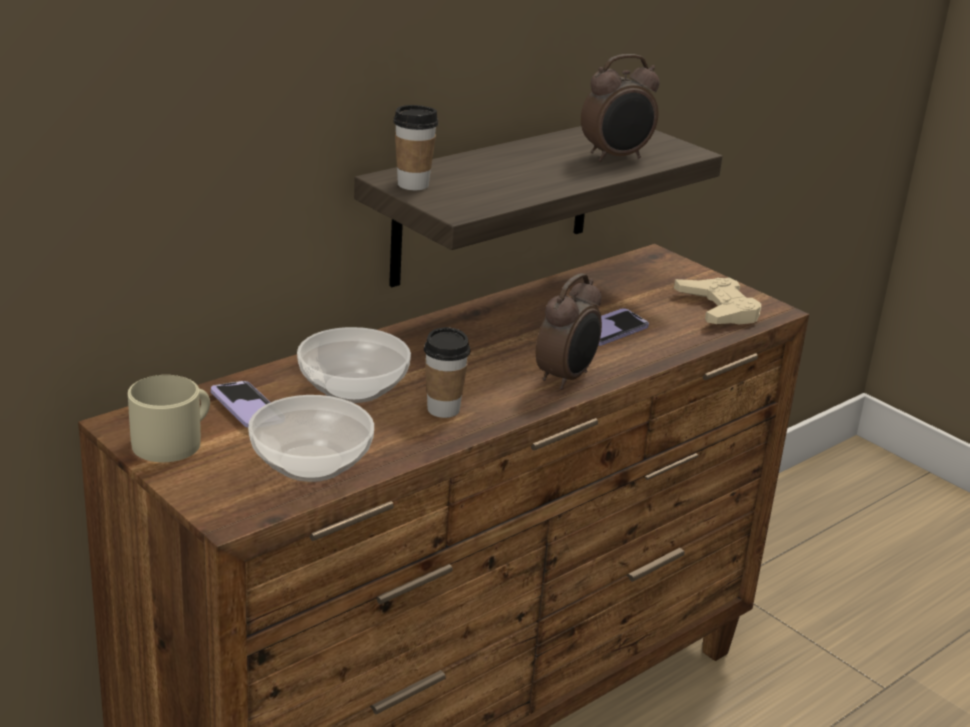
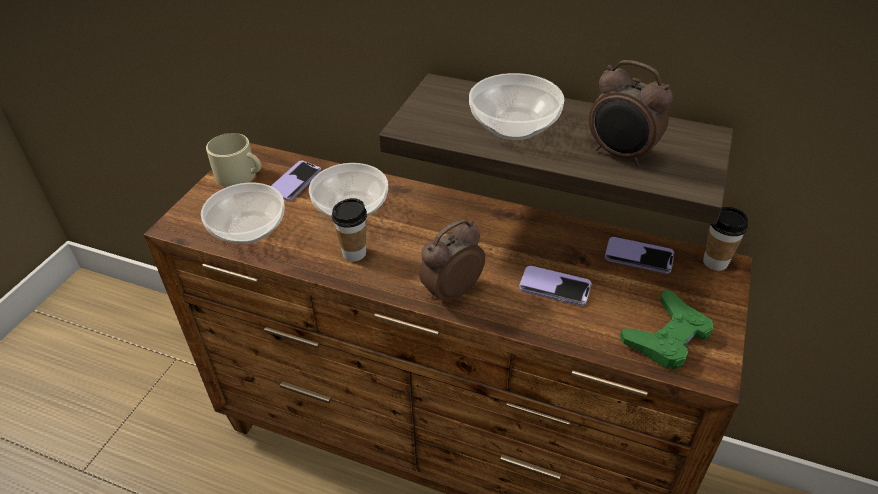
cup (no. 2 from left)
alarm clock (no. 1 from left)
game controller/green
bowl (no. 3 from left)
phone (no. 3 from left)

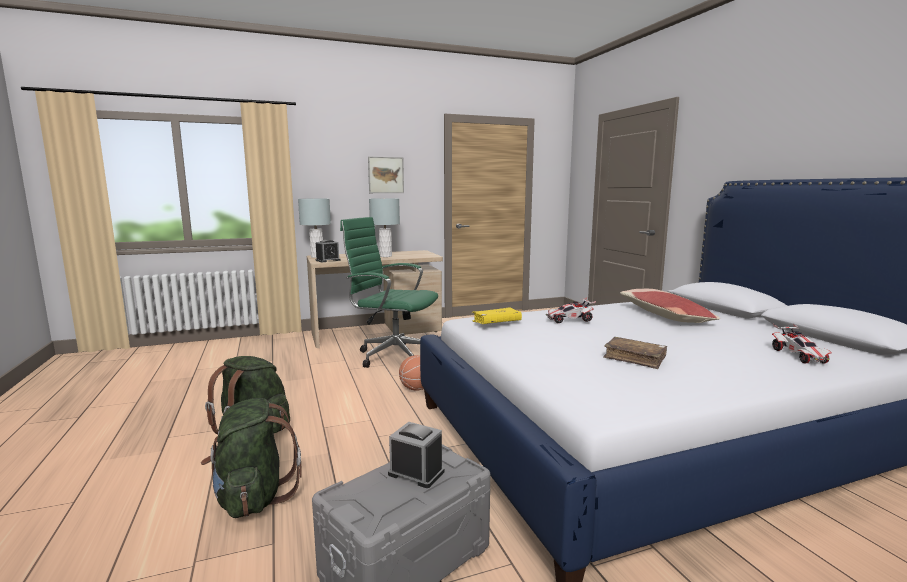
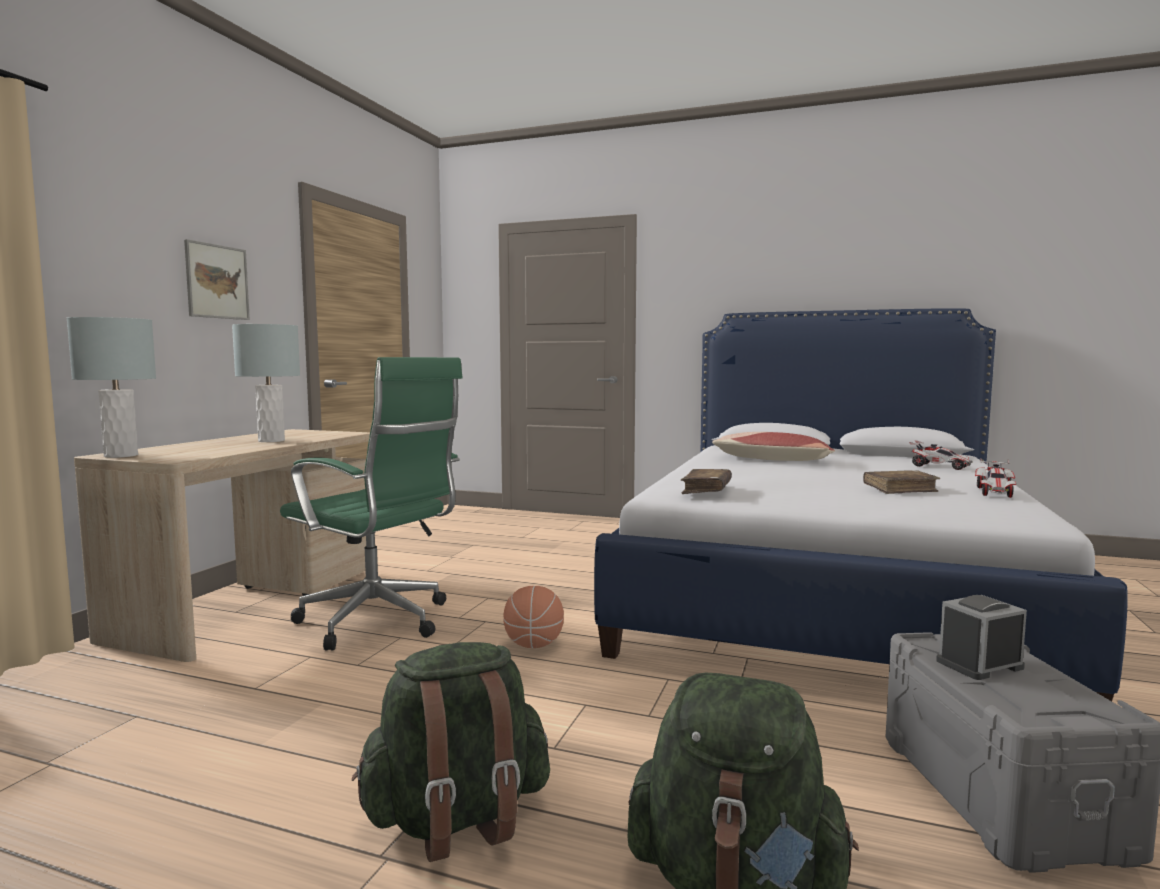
office chair/green
alarm clock (no. 1 from left in the first image)
toy car (no. 2 from left)
book/brown (no. 1 from left)

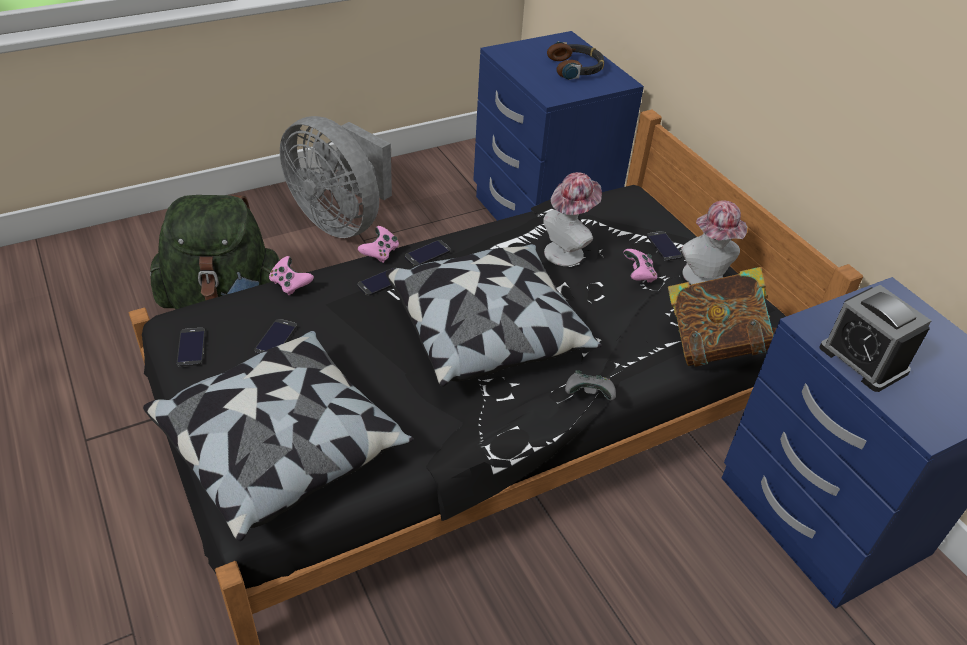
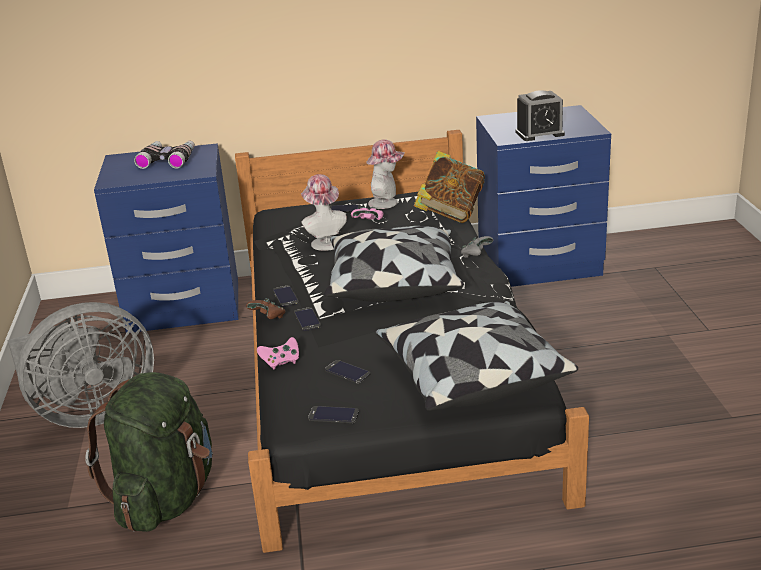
binoculars
game controller/brown

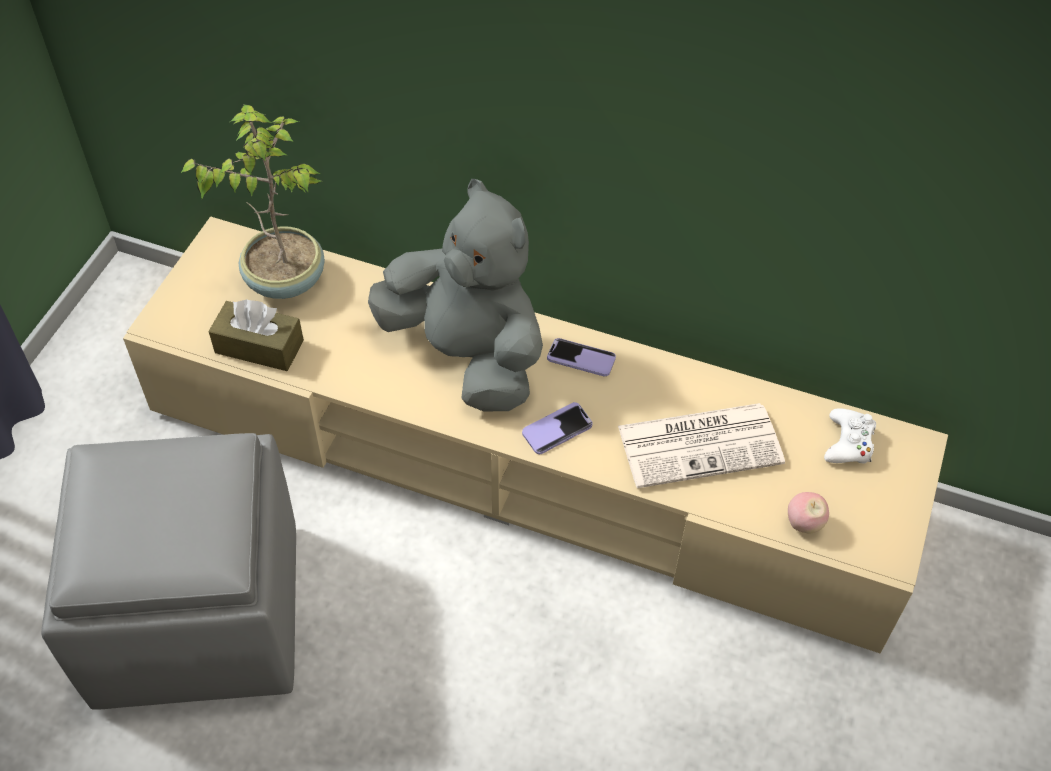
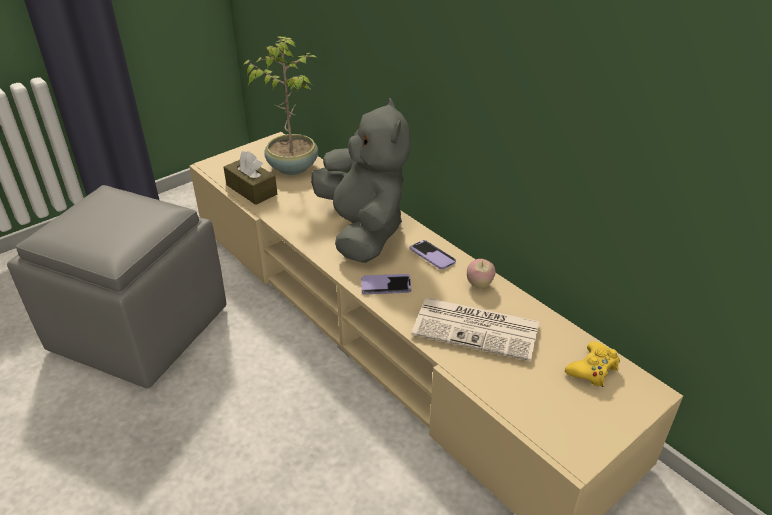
game controller/yellow
apple

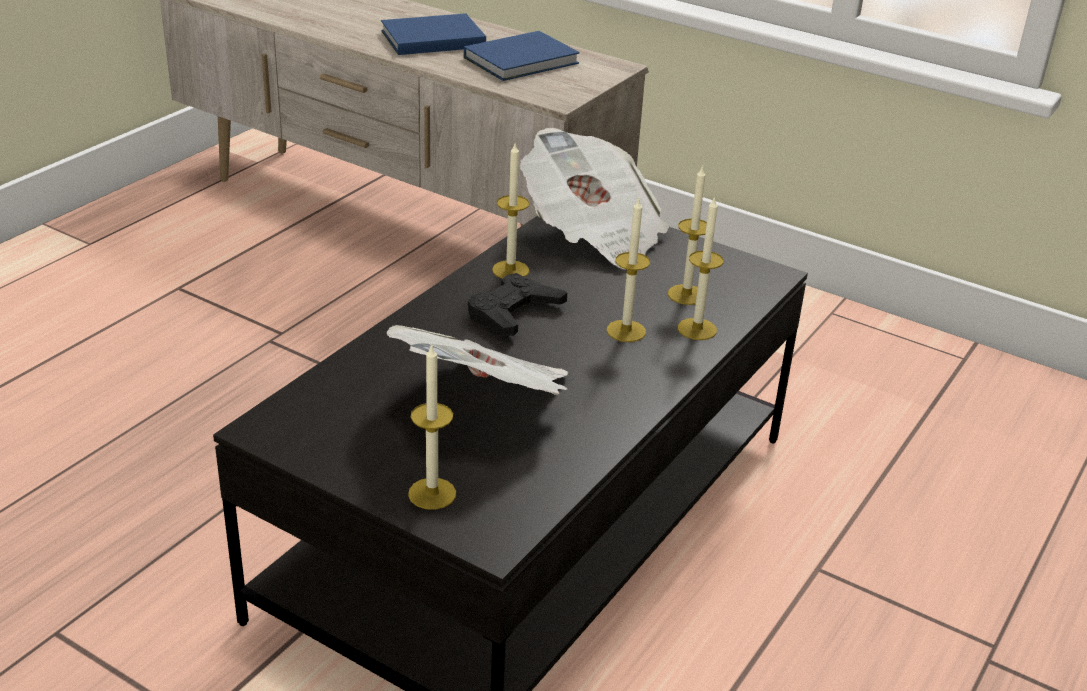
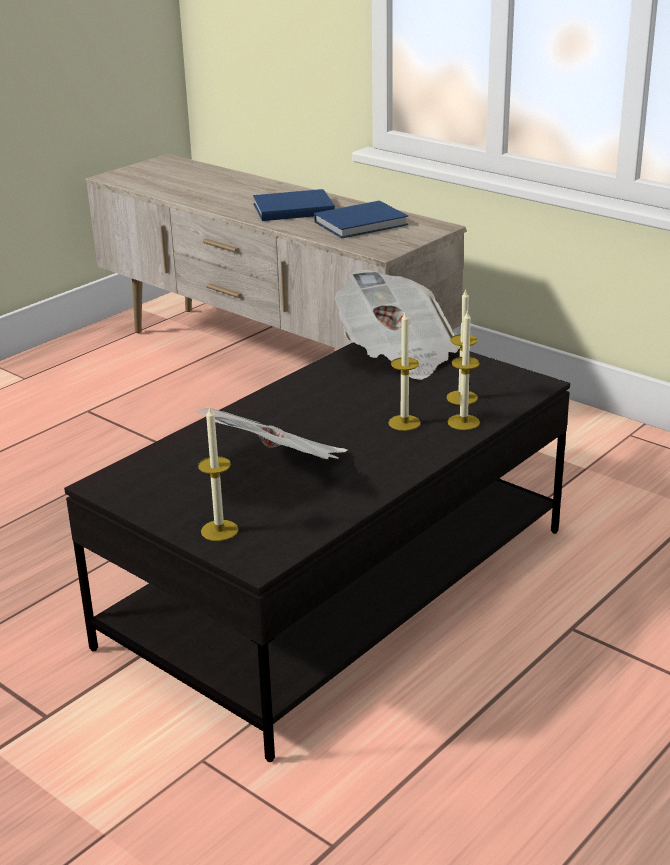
candle (no. 2 from left in the first image)
game controller/black

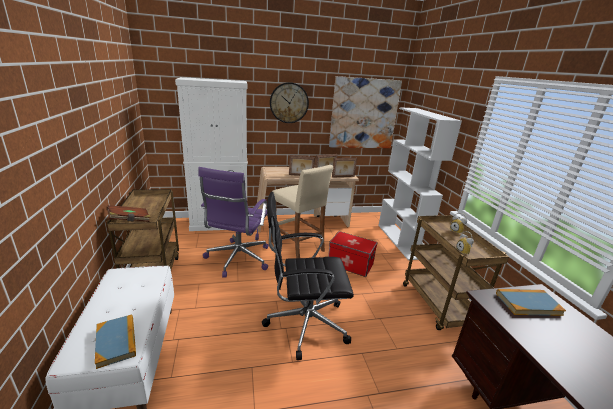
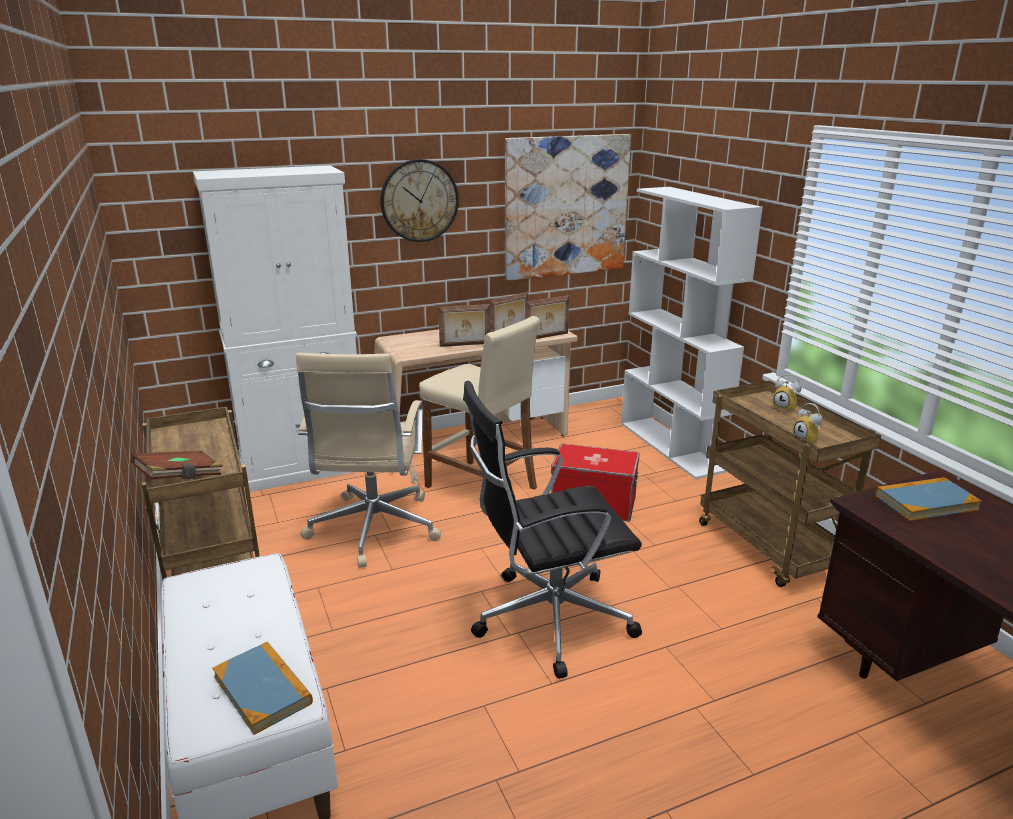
office chair/beige

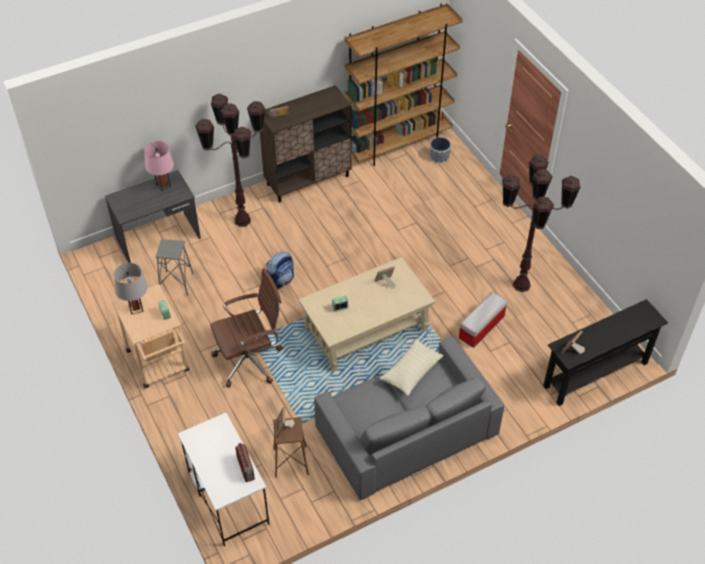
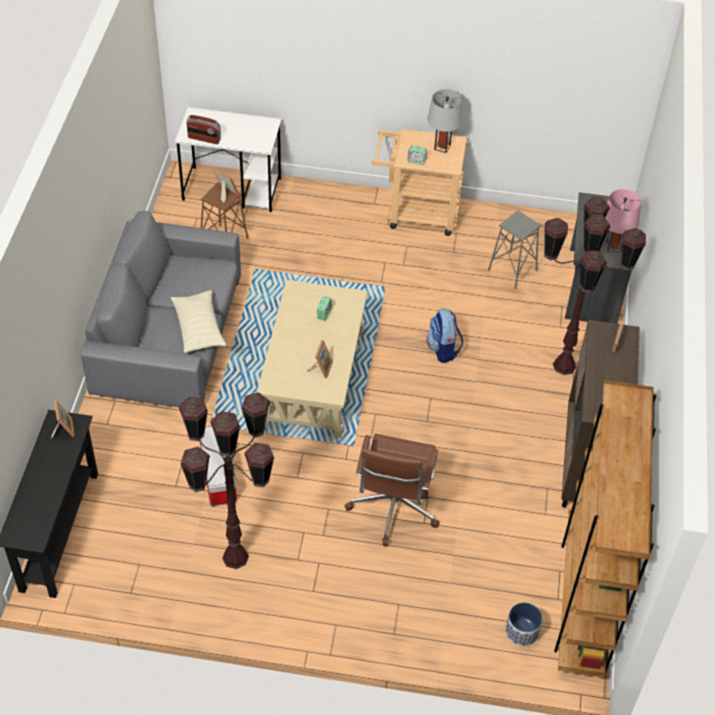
office chair/brown

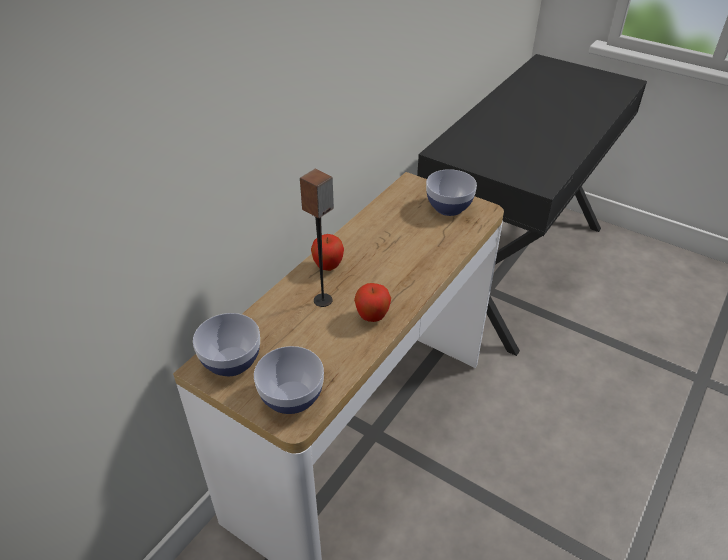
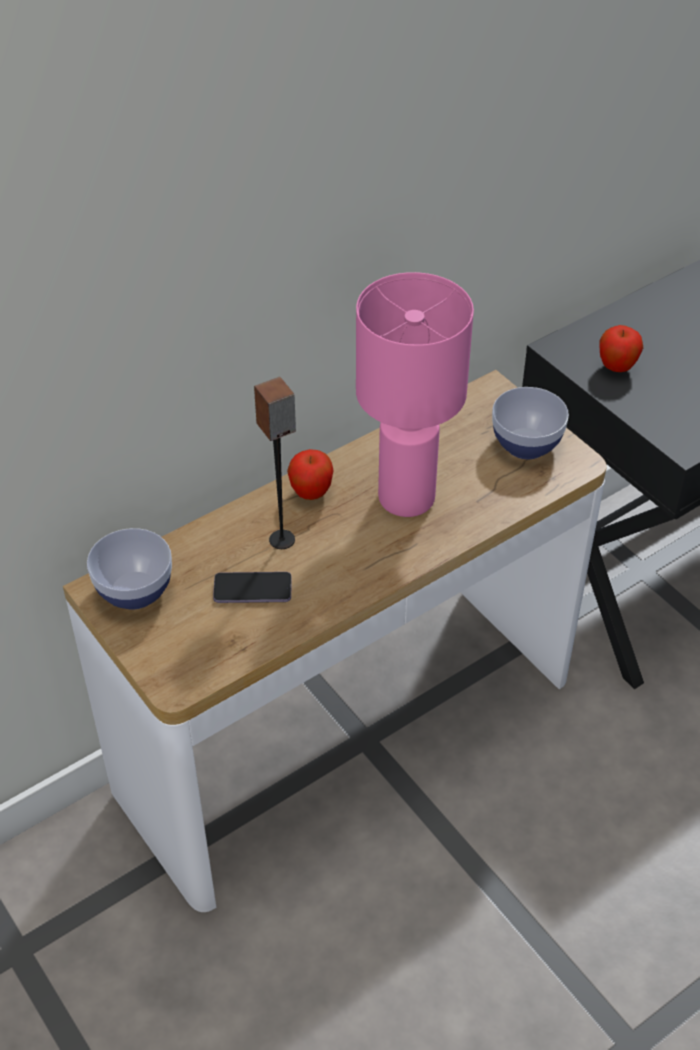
apple (no. 2 from left)
bowl (no. 2 from left in the first image)
table lamp/pink
phone

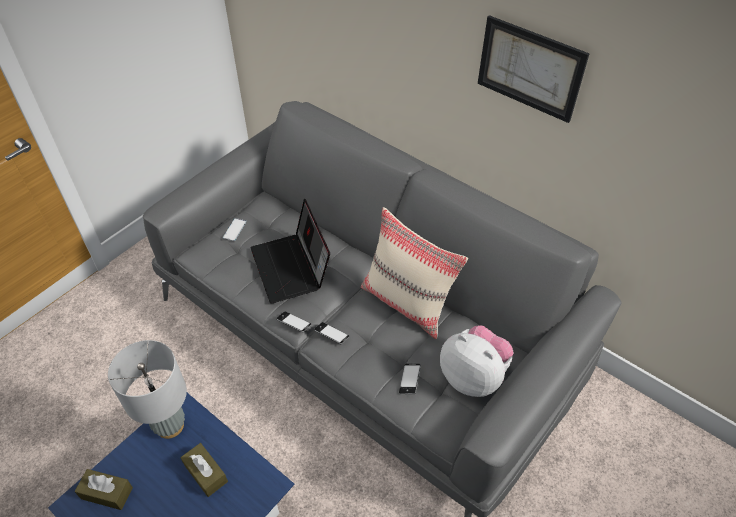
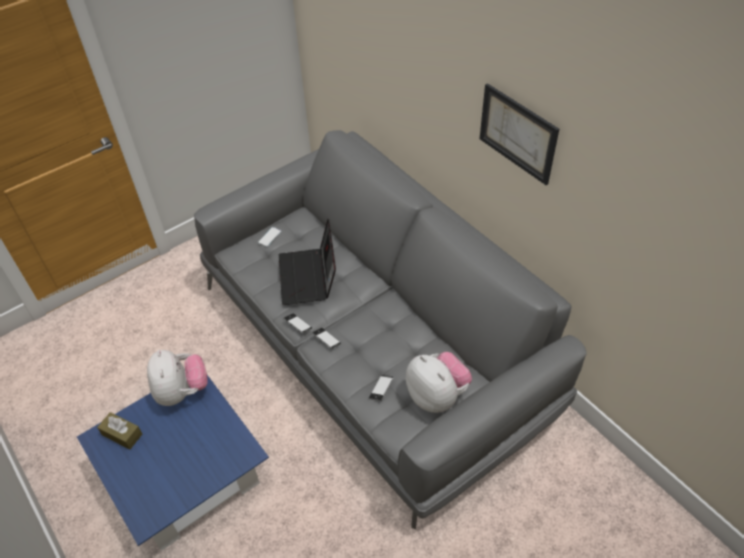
pillow/beige
plush toy (no. 1 from left)
tissue box/brown (no. 2 from left in the first image)

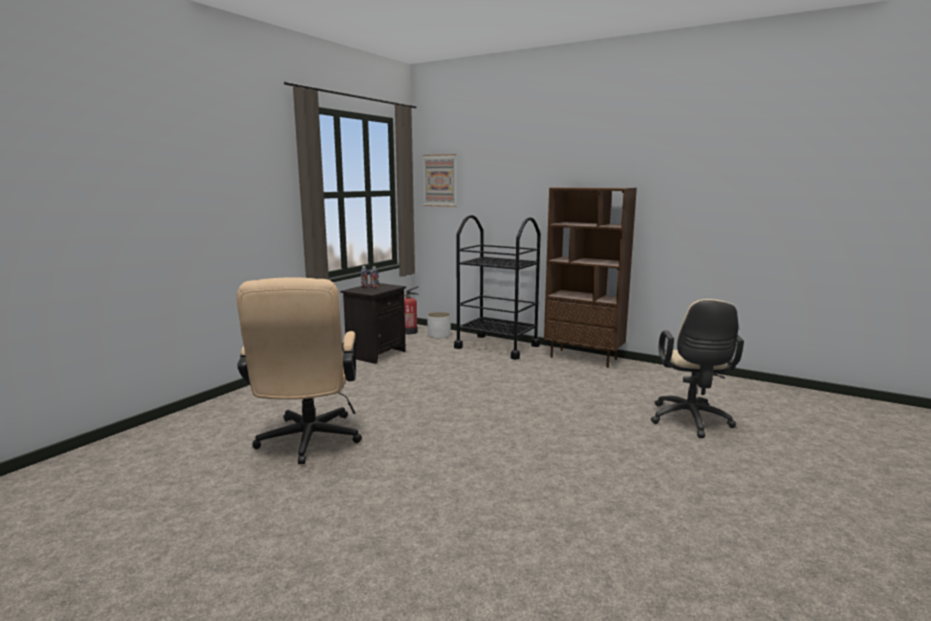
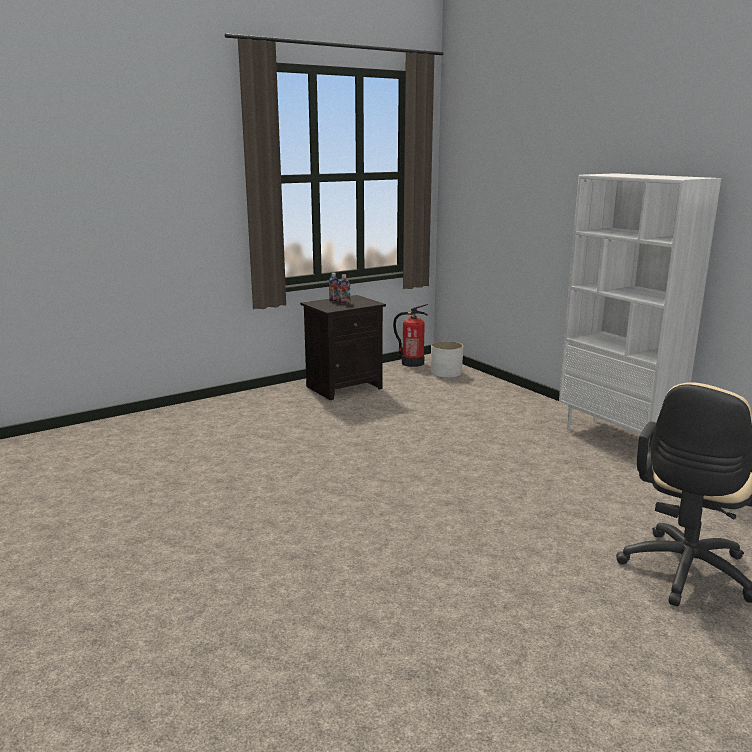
picture
bookcase/white
cart/black
office chair/beige (no. 1 from left in the first image)

